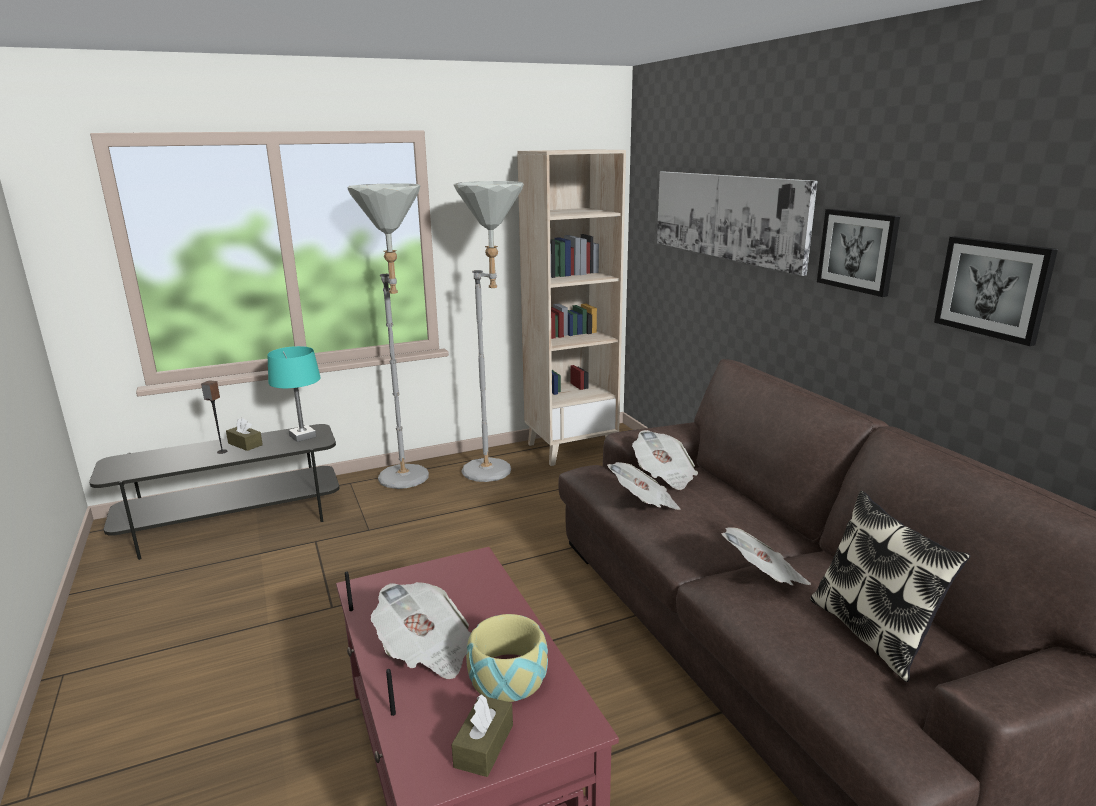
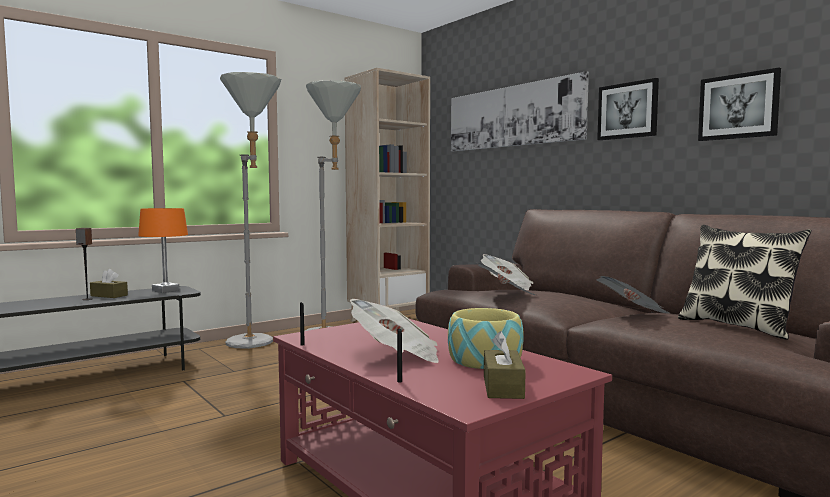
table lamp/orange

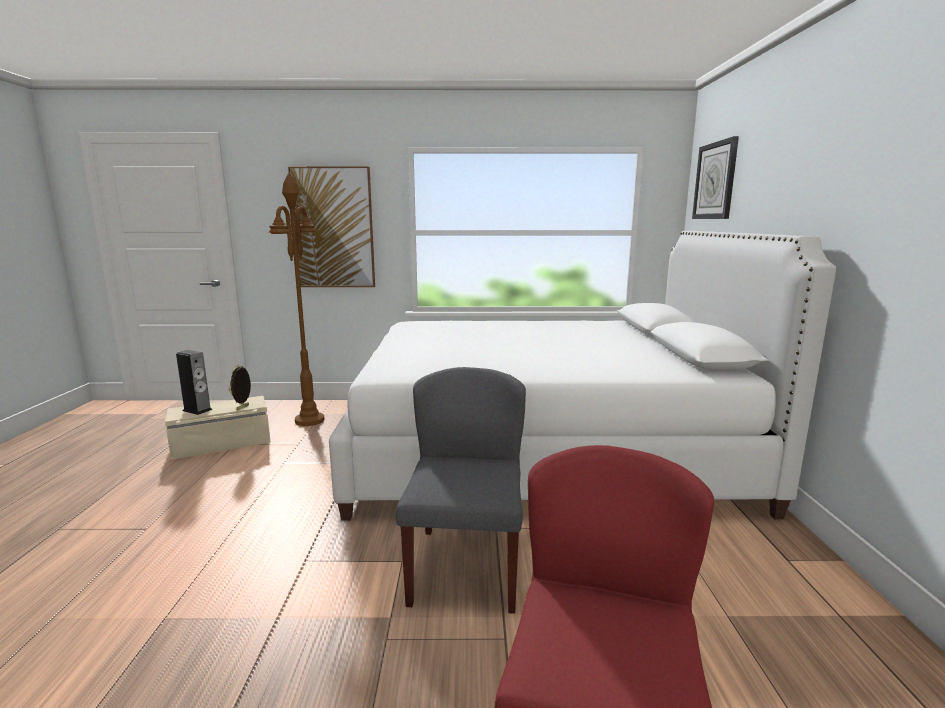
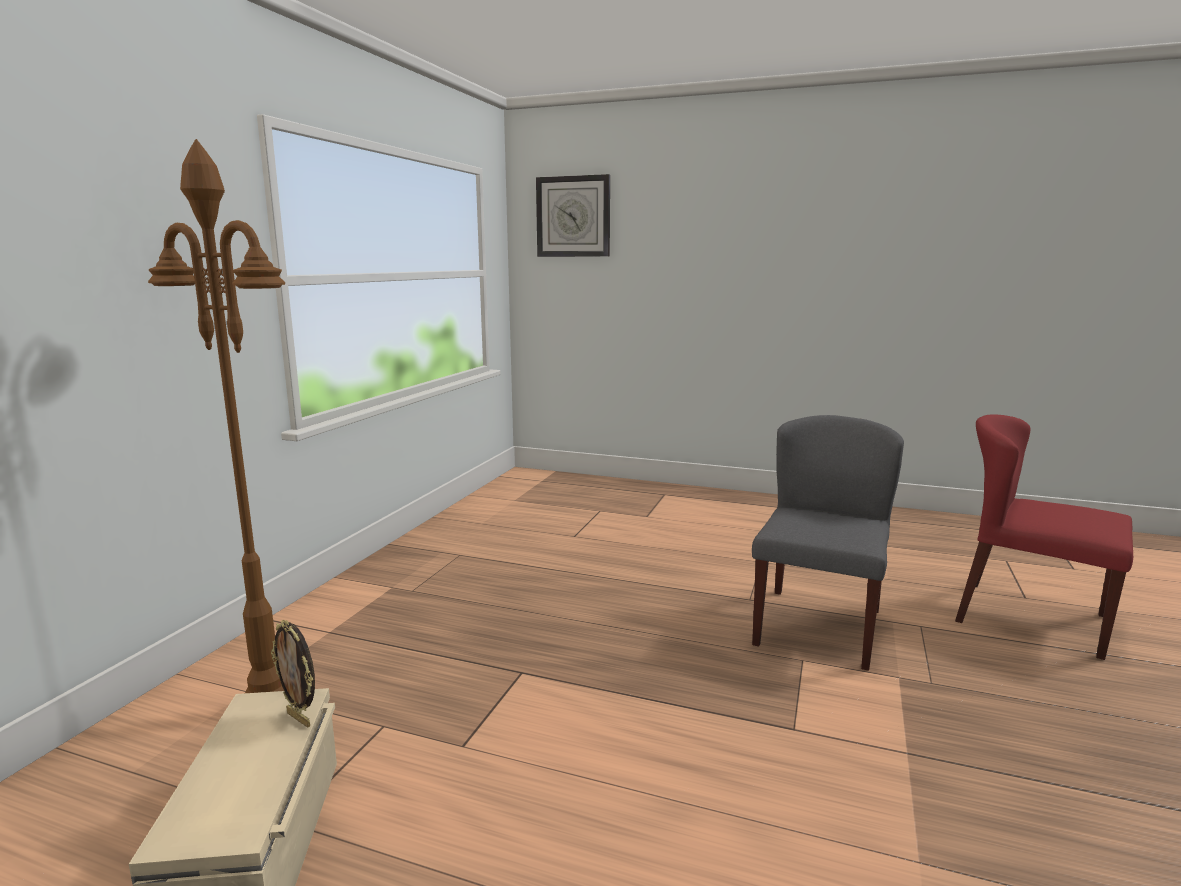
picture
bed/white
speaker
chair/grey

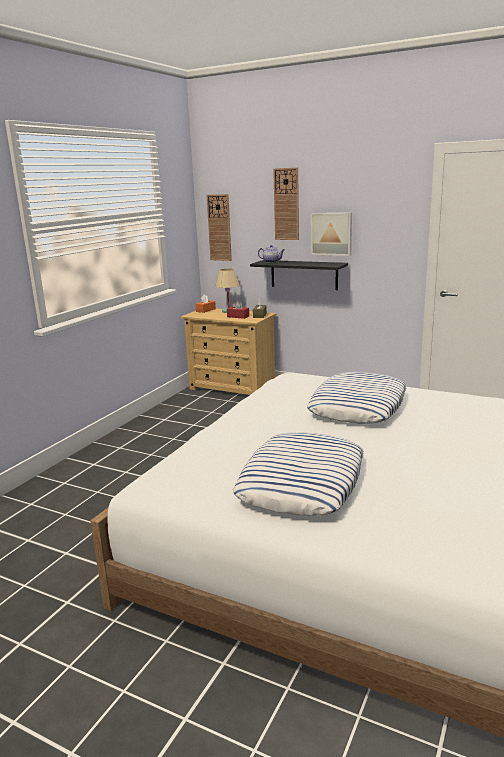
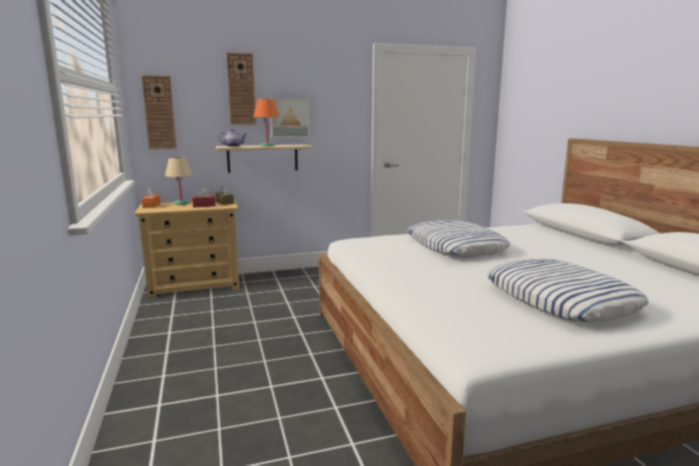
shelf/beige
table lamp/orange

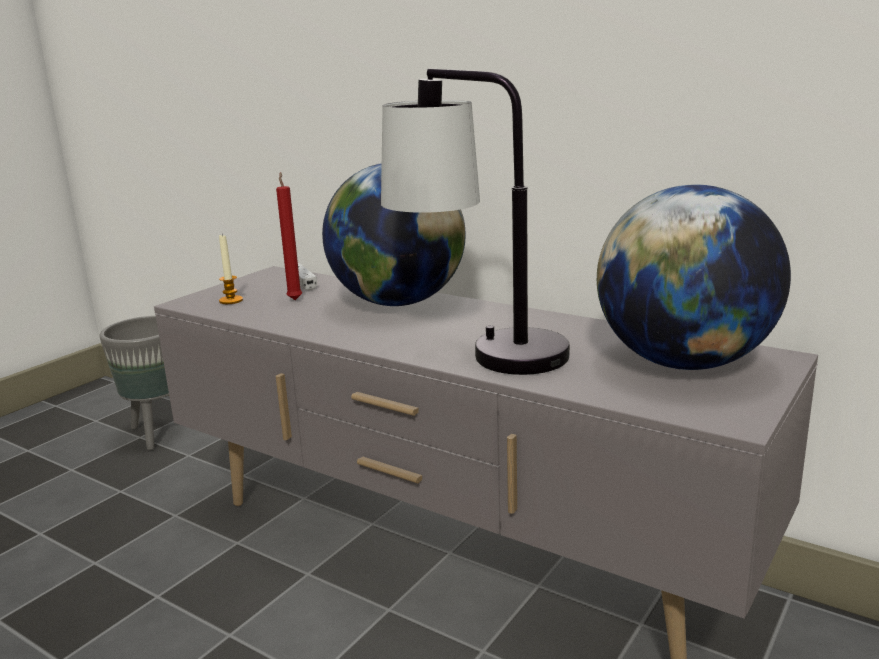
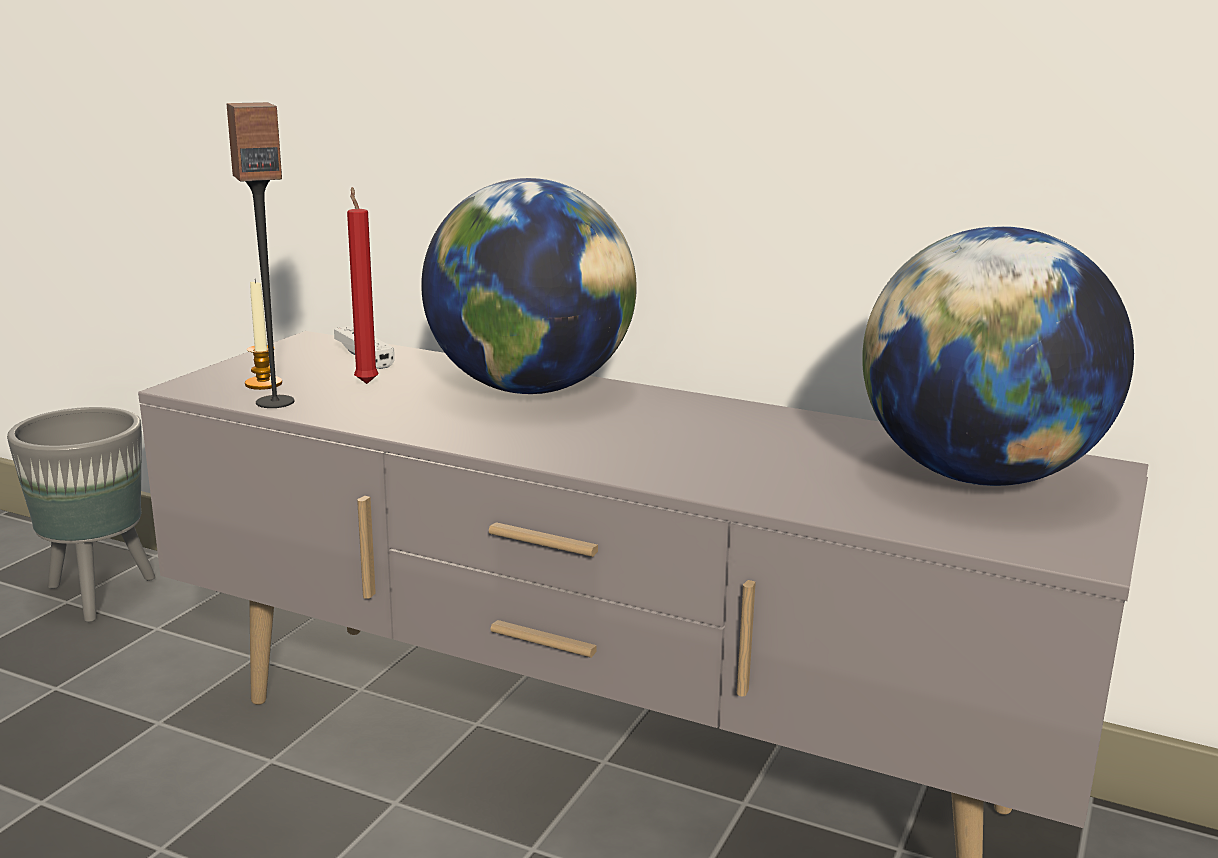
table lamp
speaker

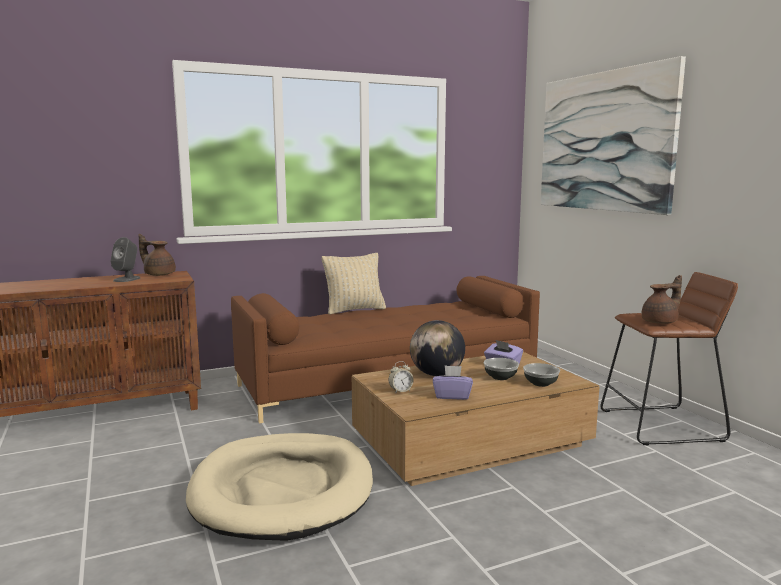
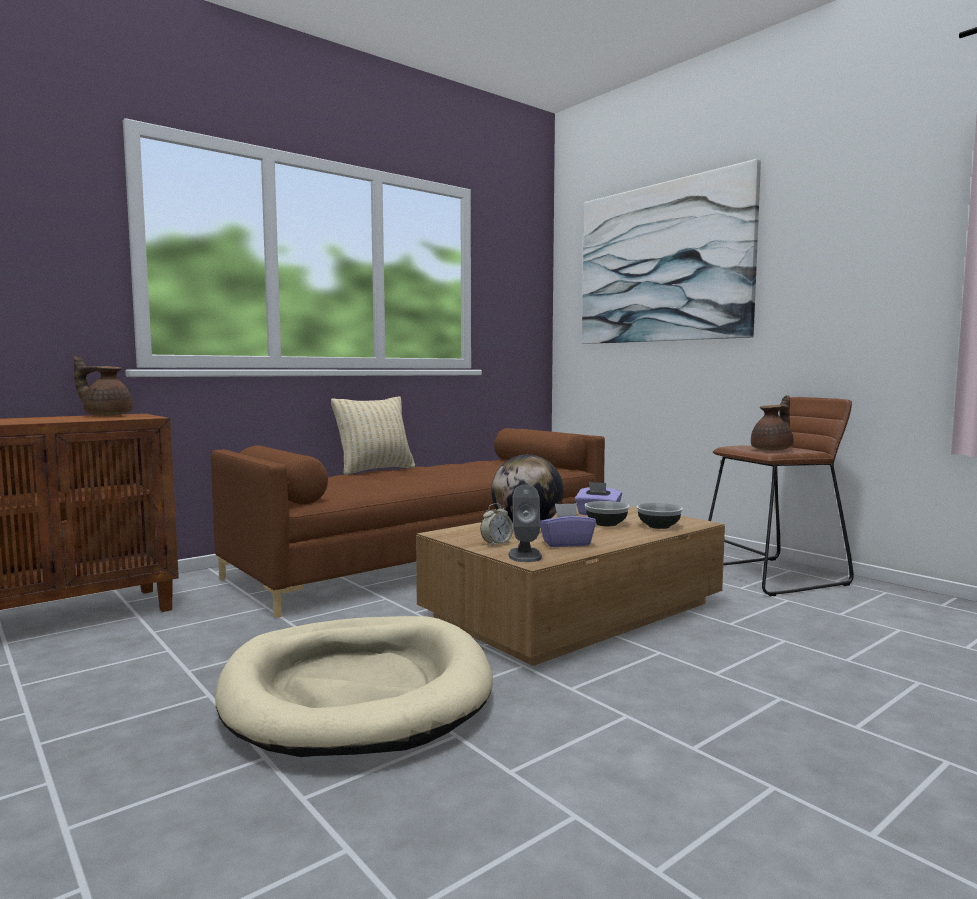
speaker/grey

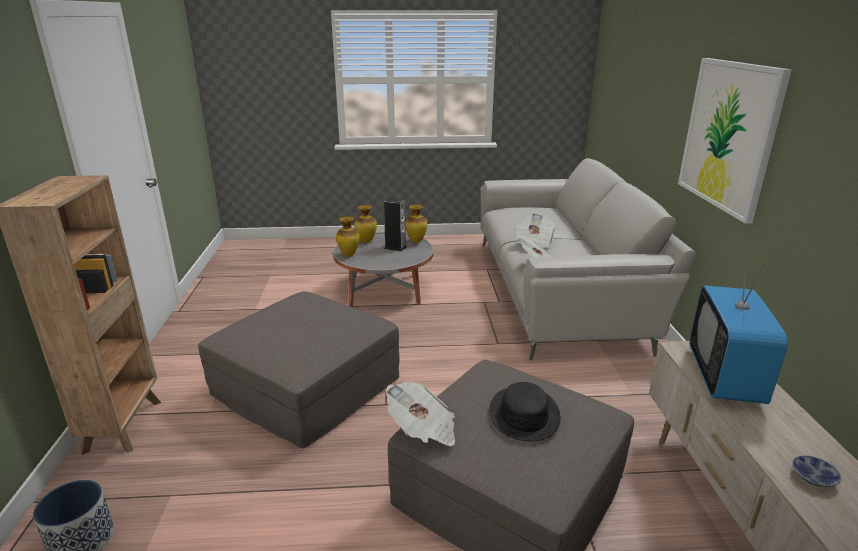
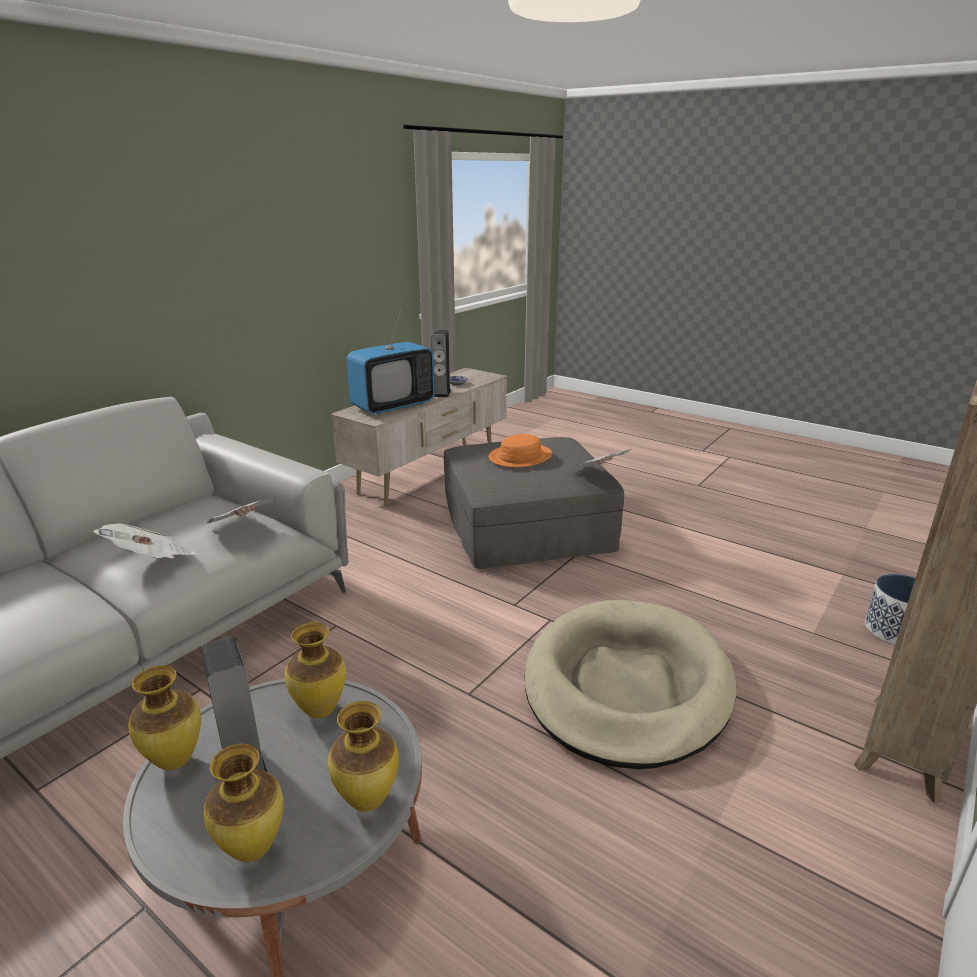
picture
dog bed/beige
hat/orange
speaker (no. 2 from left)
vase (no. 3 from left)

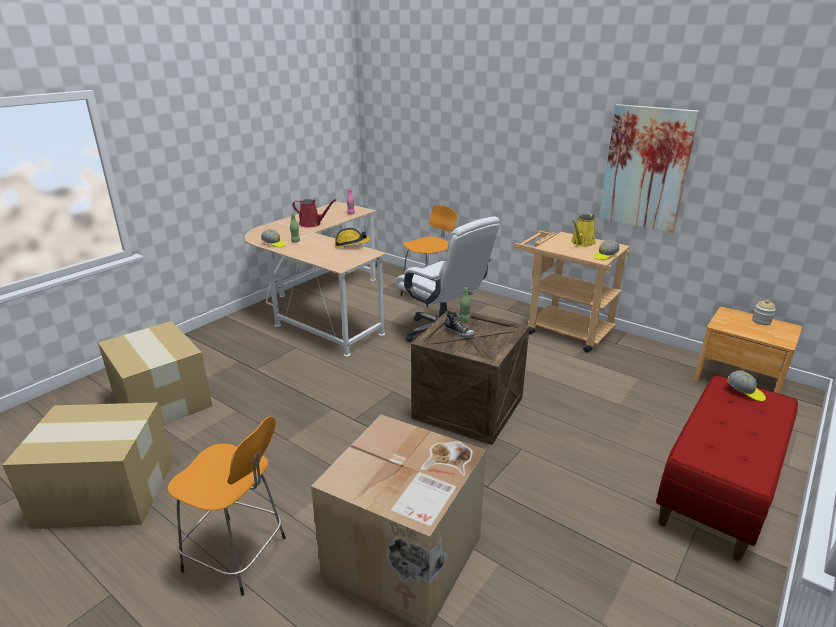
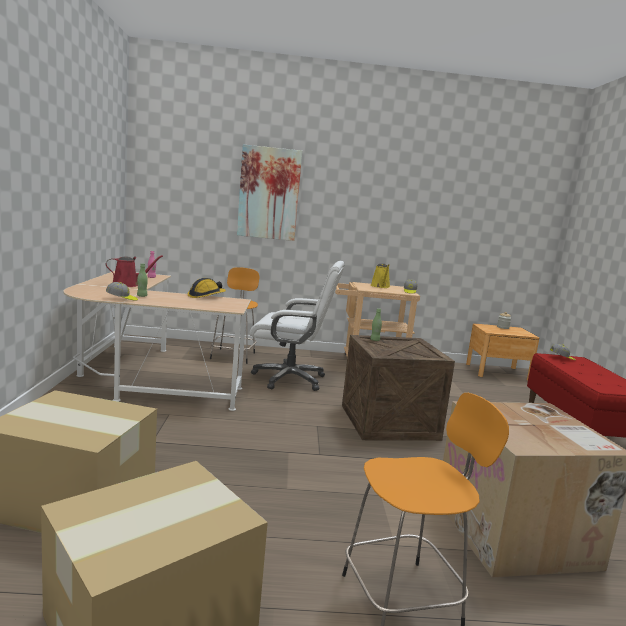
picture
shoe

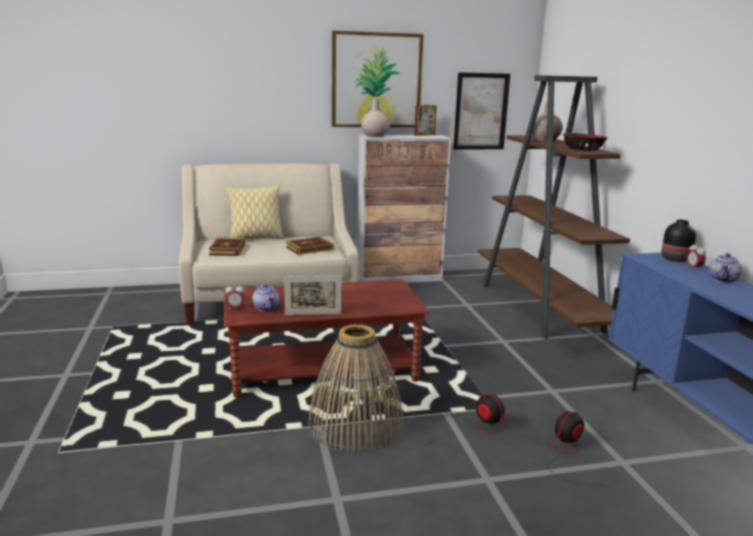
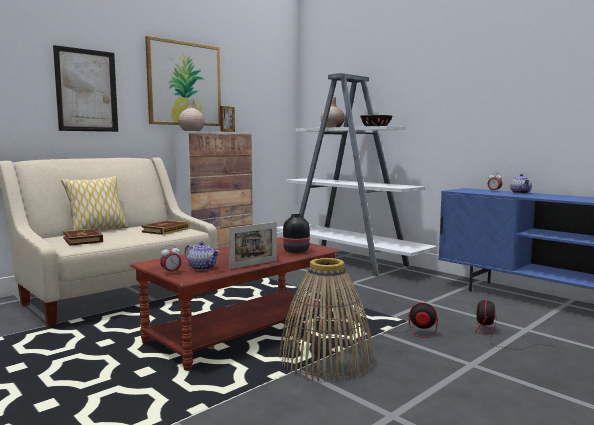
picture (no. 1 from left)
bookcase/white
vase/black

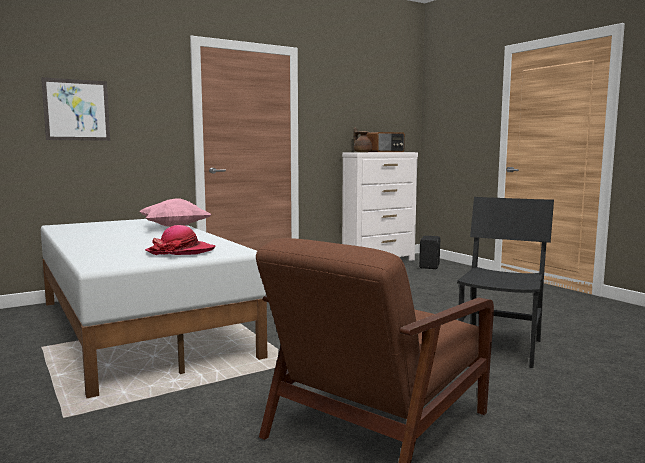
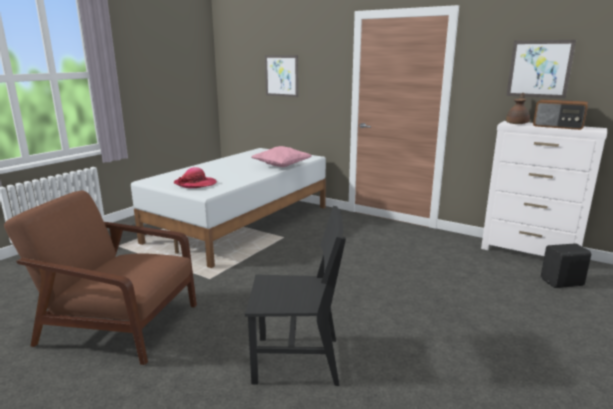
picture (no. 2 from left)

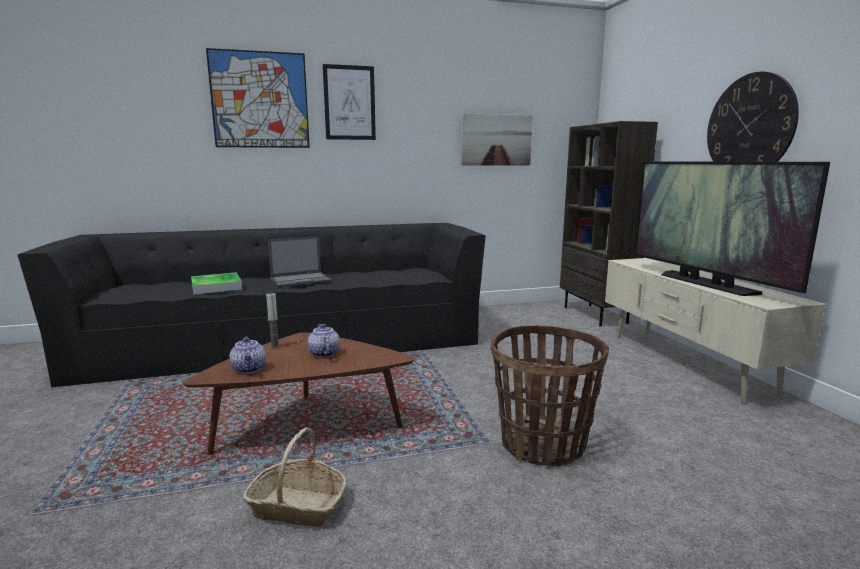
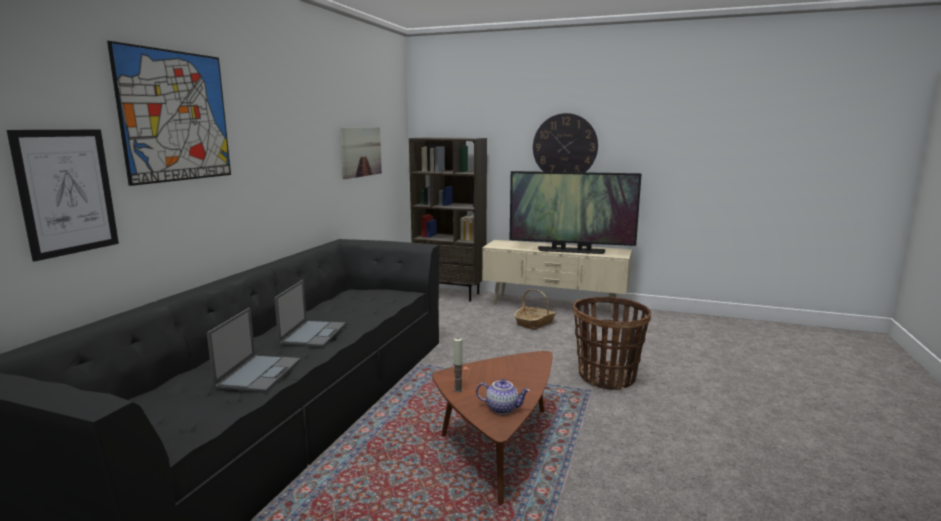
picture (no. 1 from left)
laptop (no. 1 from left)
teapot (no. 2 from left in the first image)
basket (no. 1 from left)

